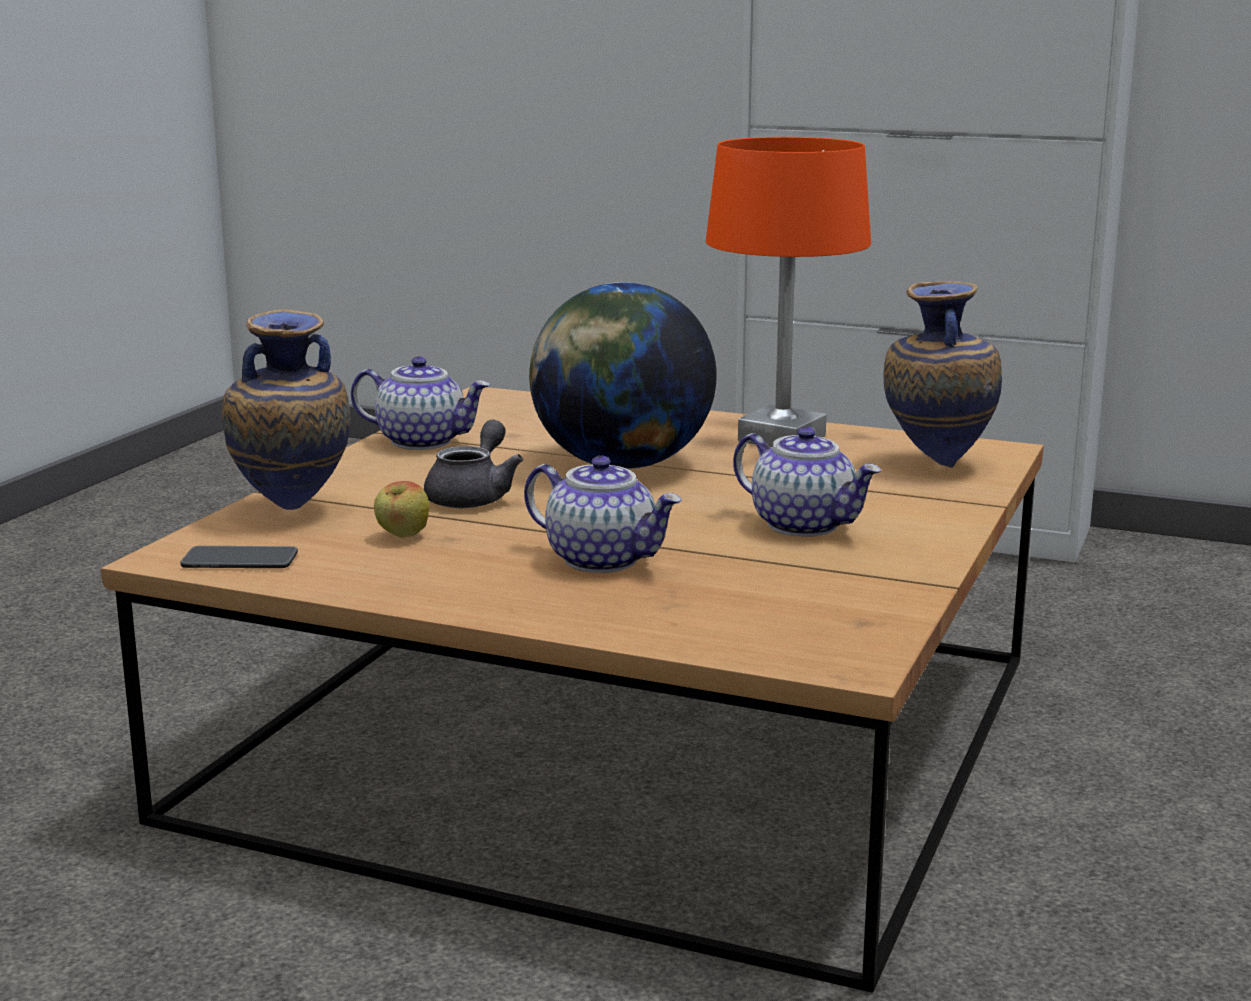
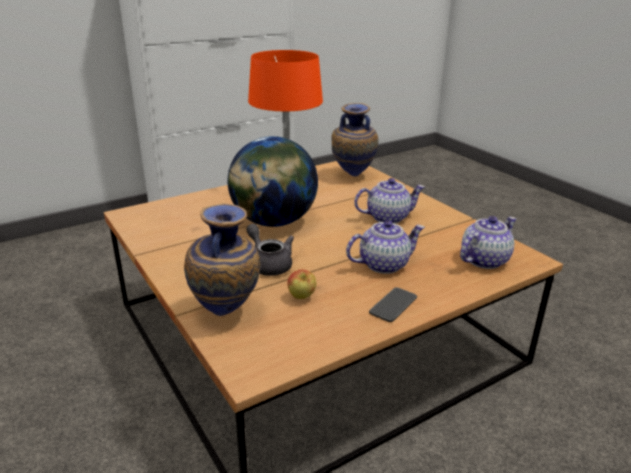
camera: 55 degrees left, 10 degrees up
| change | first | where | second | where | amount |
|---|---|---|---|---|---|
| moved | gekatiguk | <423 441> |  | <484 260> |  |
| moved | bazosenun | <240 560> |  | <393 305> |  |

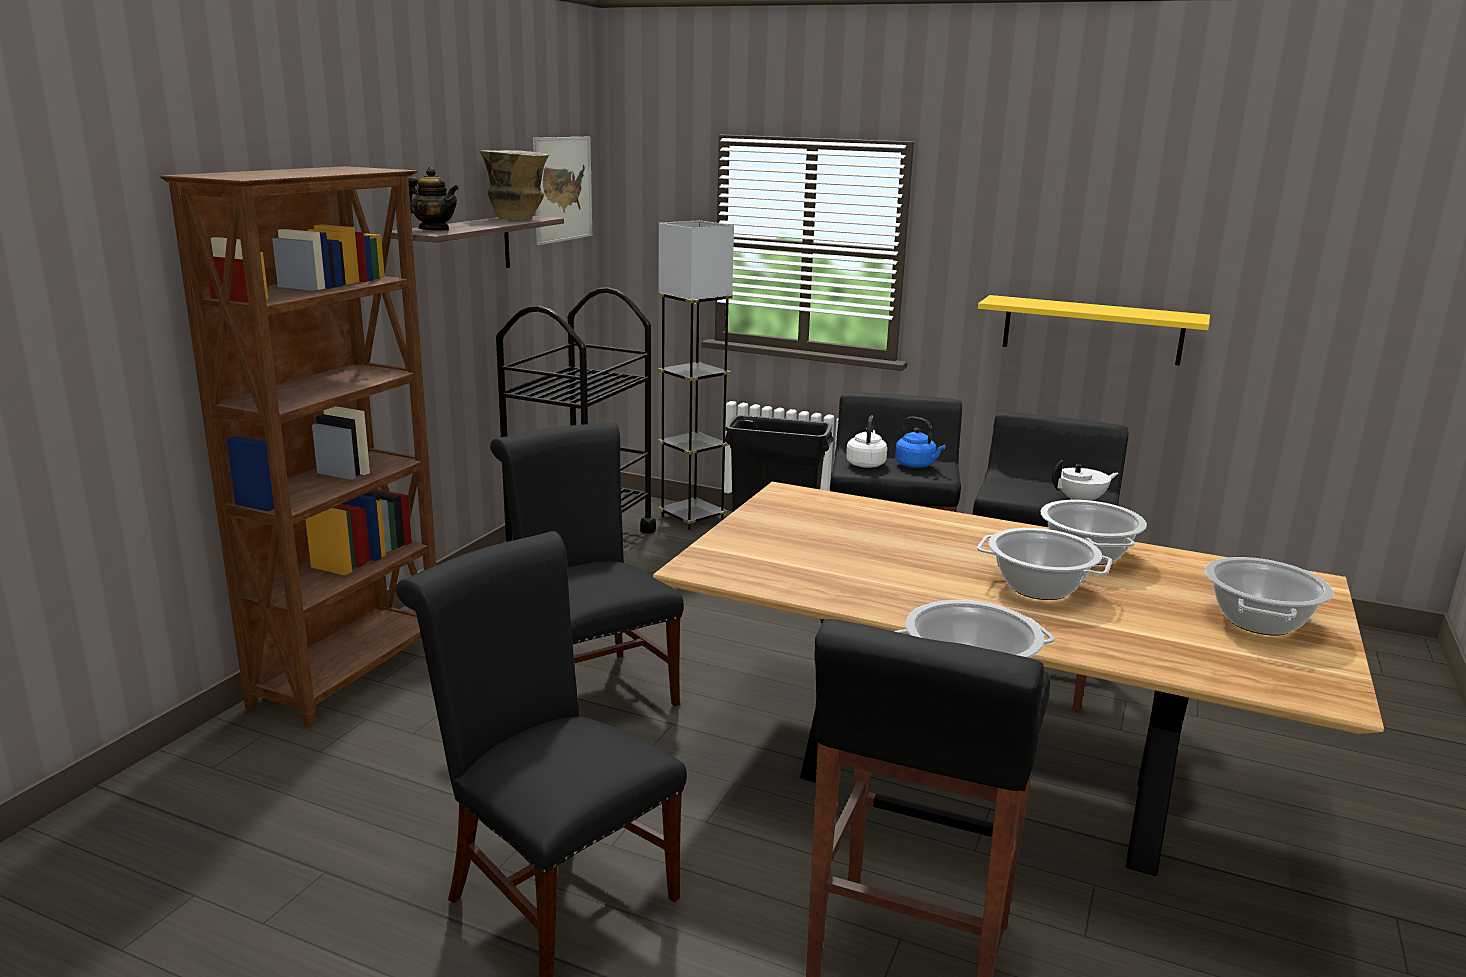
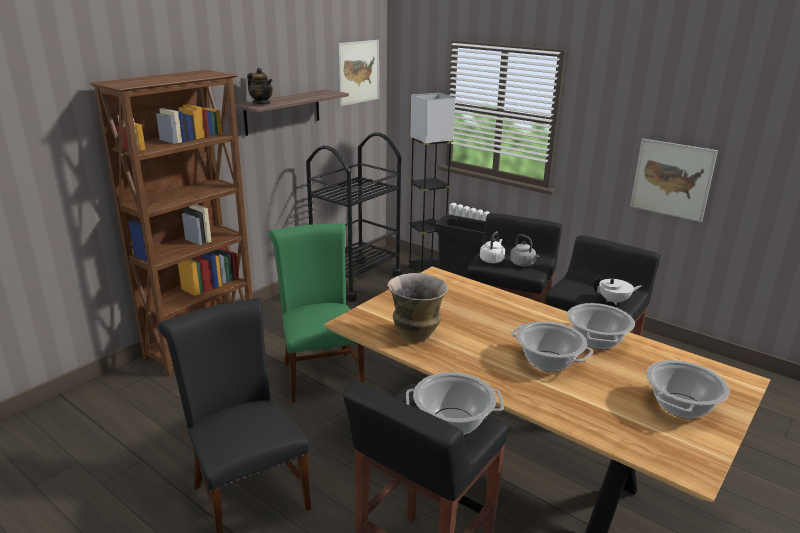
camera: 15 degrees right, 5 degrees up
| change | first | where | second | where | amount |
|---|---|---|---|---|---|
| moved | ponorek | <517 219> |  | <416 335> |  |
| replaced | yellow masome | <1092 330> | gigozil | <672 179> |  |
| recoloured | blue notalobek | <916 465> | grey notalobek | <523 264> |  |
| recoloured | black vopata | <590 688> | green vopata | <320 373> |  |

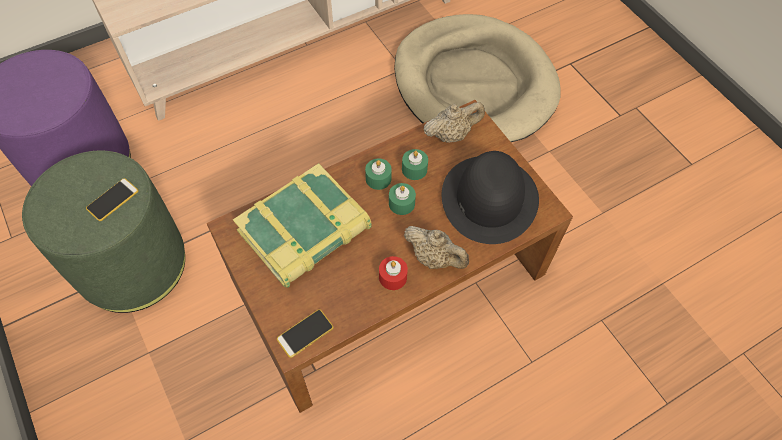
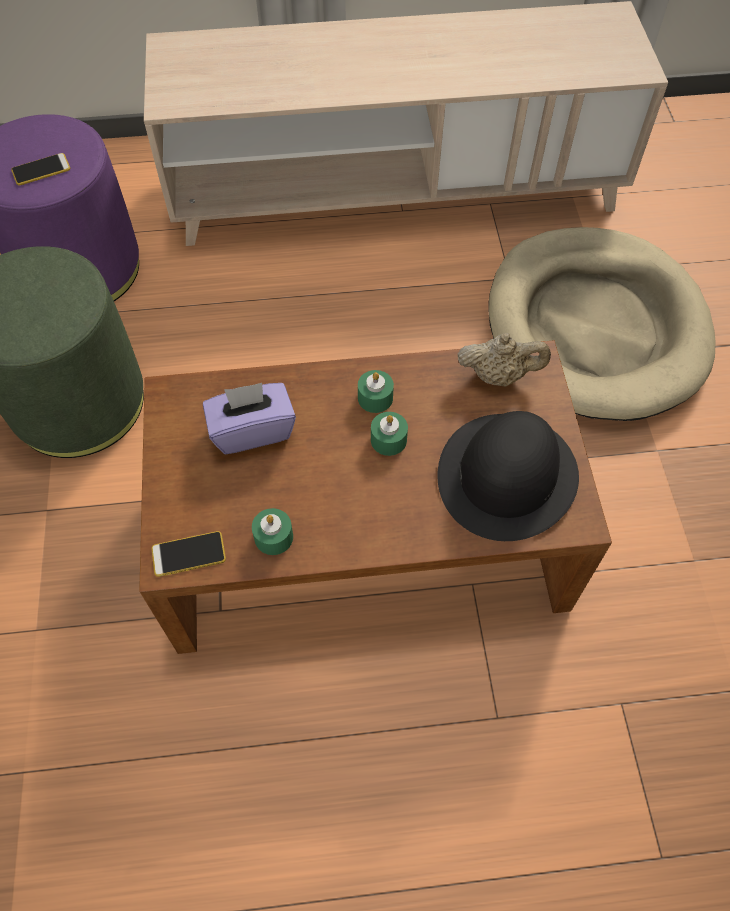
camera: 25 degrees right, 0 degrees up
| change | first | where | second | where | amount |
|---|---|---|---|---|---|
| moved | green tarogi | <414 169> |  | <273 537> |  |
| replaced | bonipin | <305 231> | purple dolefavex | <252 430> |  |
| moved | bazosenun | <112 200> |  | <41 170> |  |
| removed | beige gekatiguk | <434 258> |  |  |  |
| removed | red tarogi | <393 277> |  |  |  |

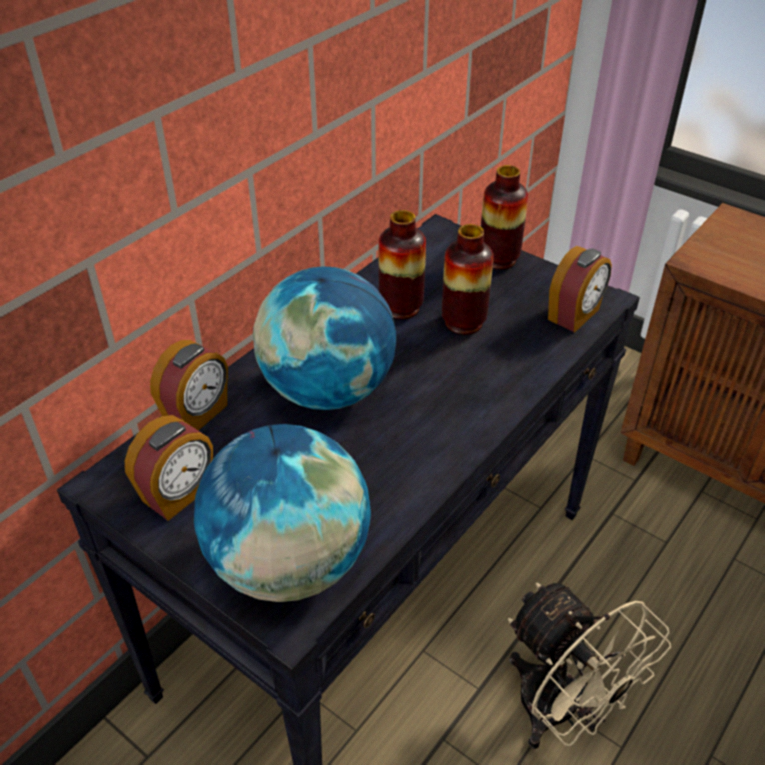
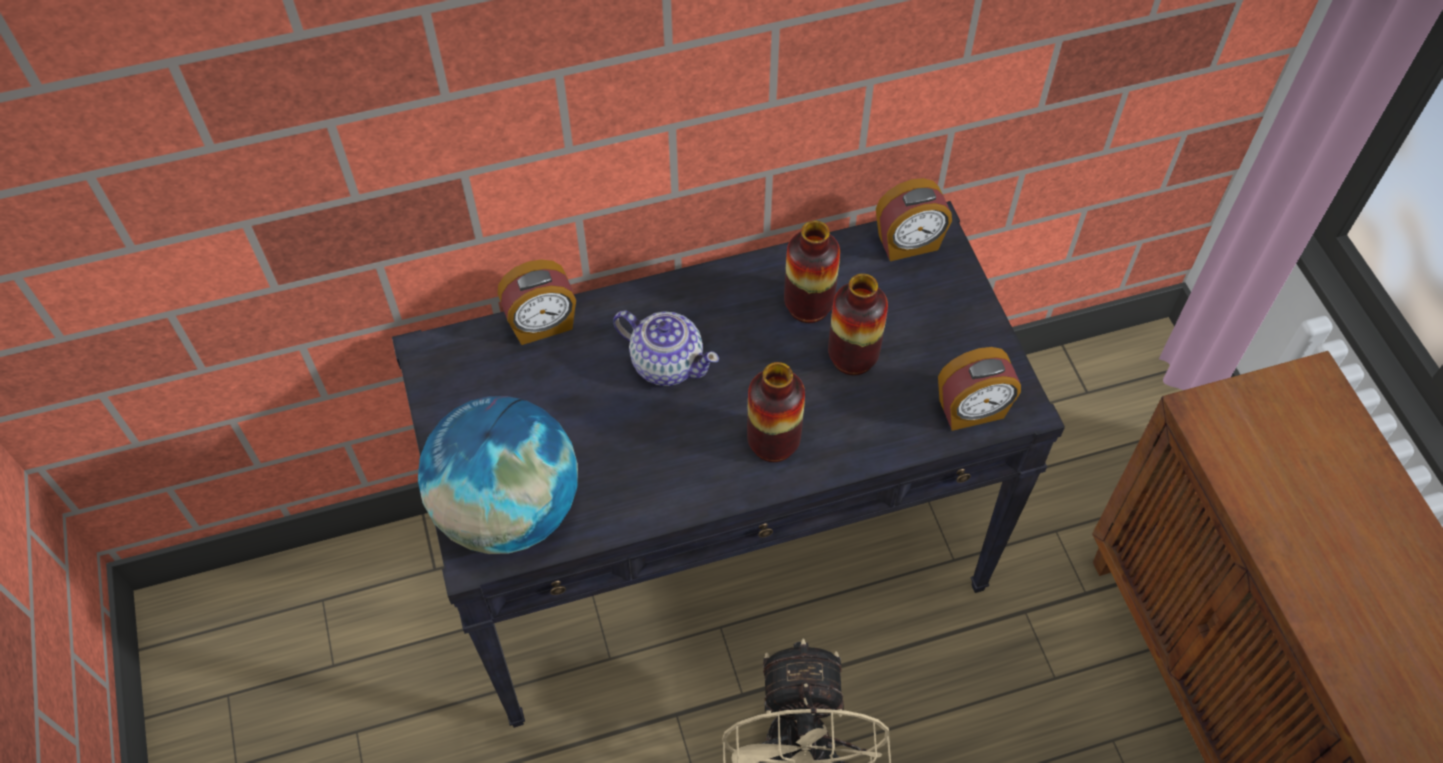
camera: 35 degrees right, 15 degrees up
| change | first | where | second | where | amount |
|---|---|---|---|---|---|
| moved | ponorek | <498 259> |  | <773 443> |  |
| replaced | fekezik | <328 390> | gekatiguk | <666 362> |  |
| moved | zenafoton | <179 494> |  | <908 244> |  |

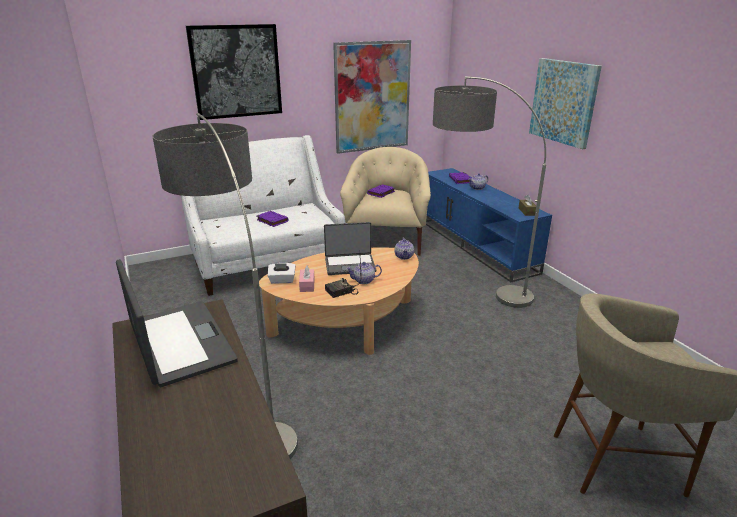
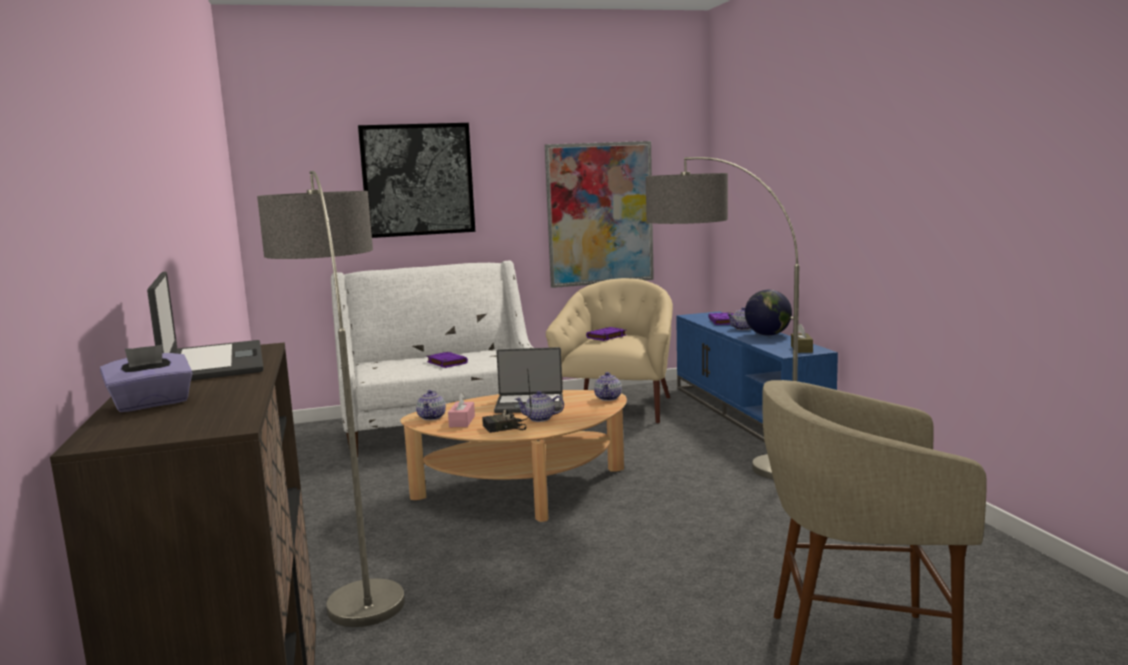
camera: 10 degrees right, 15 degrees down
| change | first | where | second | where | amount |
|---|---|---|---|---|---|
| removed | gigozil | <564 102> |  |  |  |
| replaced | white dolefavex | <282 280> | gekatiguk | <432 417> |  |
| added |  |  | fekezik | <767 335> |  |
| added |  |  | purple dolefavex | <151 403> |  |

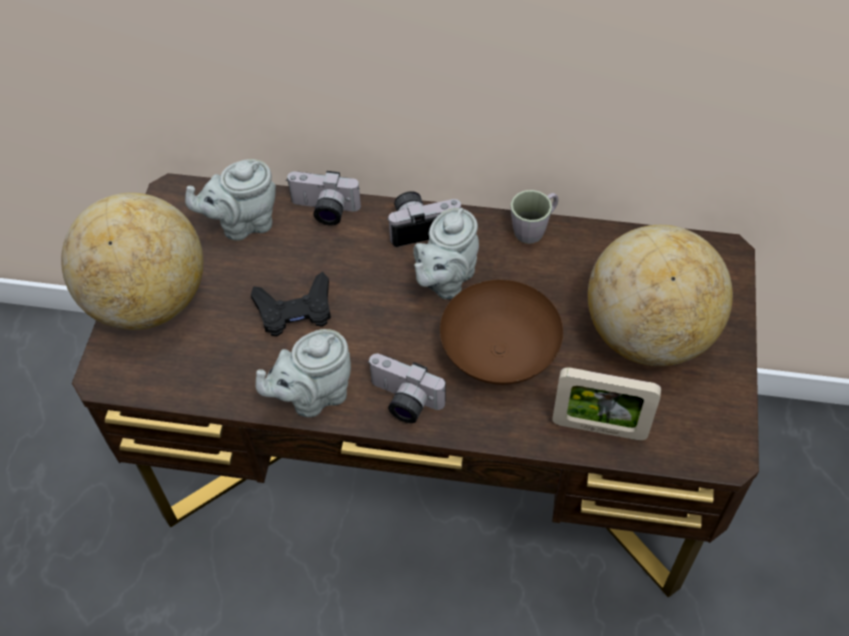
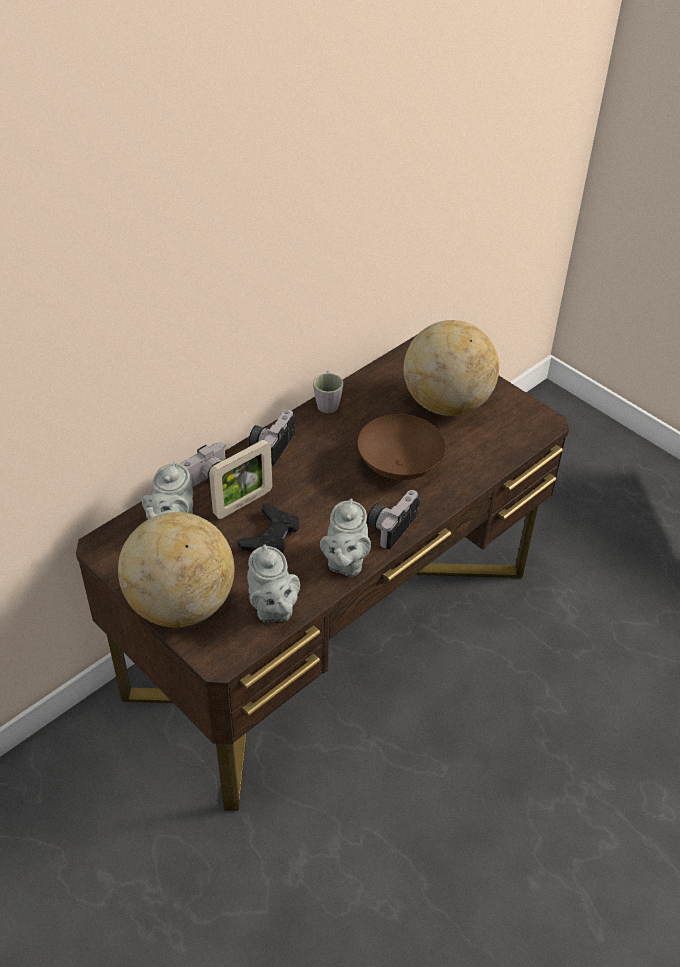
camera: 55 degrees left, 10 degrees down
| change | first | where | second | where | amount |
|---|---|---|---|---|---|
| moved | grey gekatiguk | <446 280> |  | <272 609> |  |
| turned | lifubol | <403 401> |  | <390 525> | 150 degrees clockwise |
| moved | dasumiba | <599 428> |  | <243 503> |  |

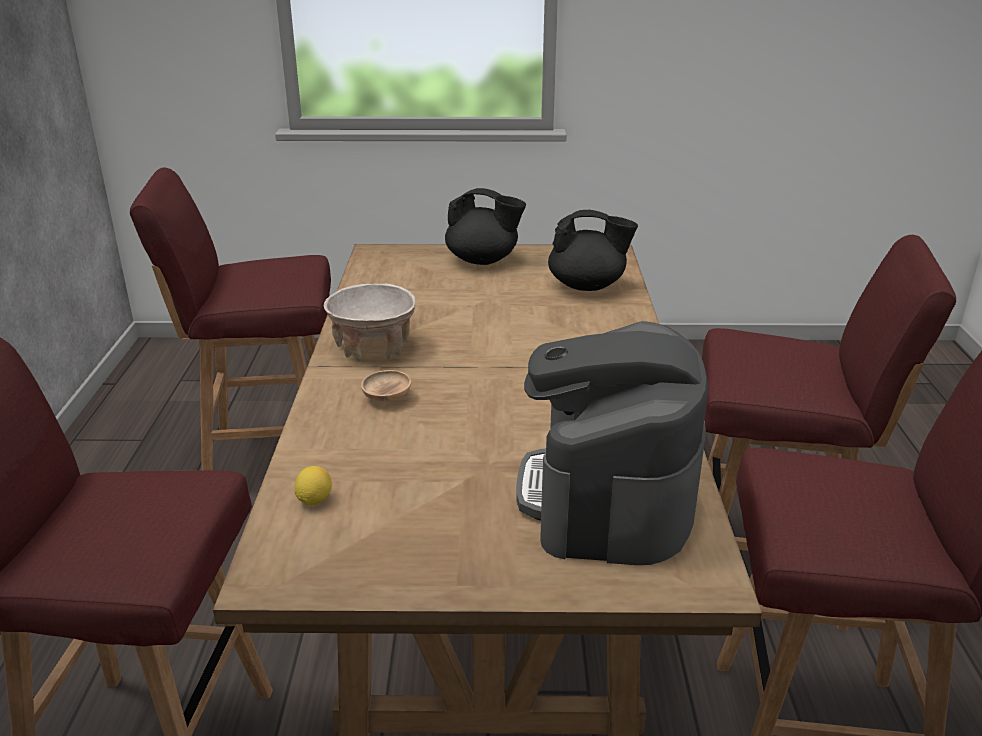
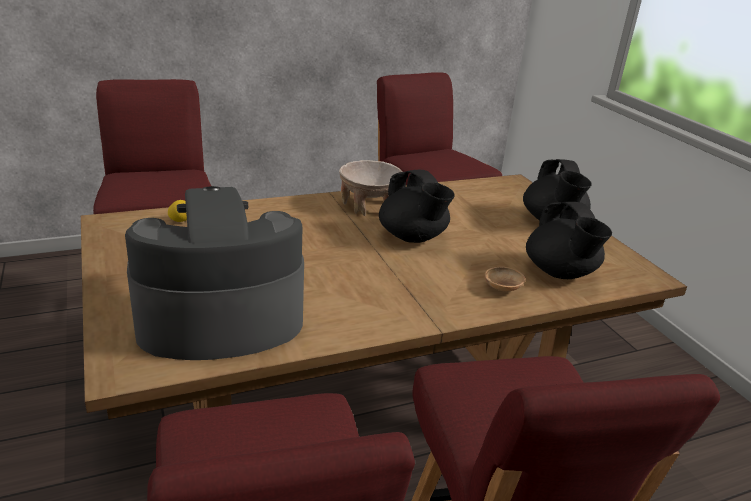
camera: 65 degrees right, 0 degrees up
| change | first | where | second | where | amount |
|---|---|---|---|---|---|
| moved | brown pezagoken | <387 398> |  | <502 288> |  |
| added |  |  | black gekatiguk | <413 237> |  |

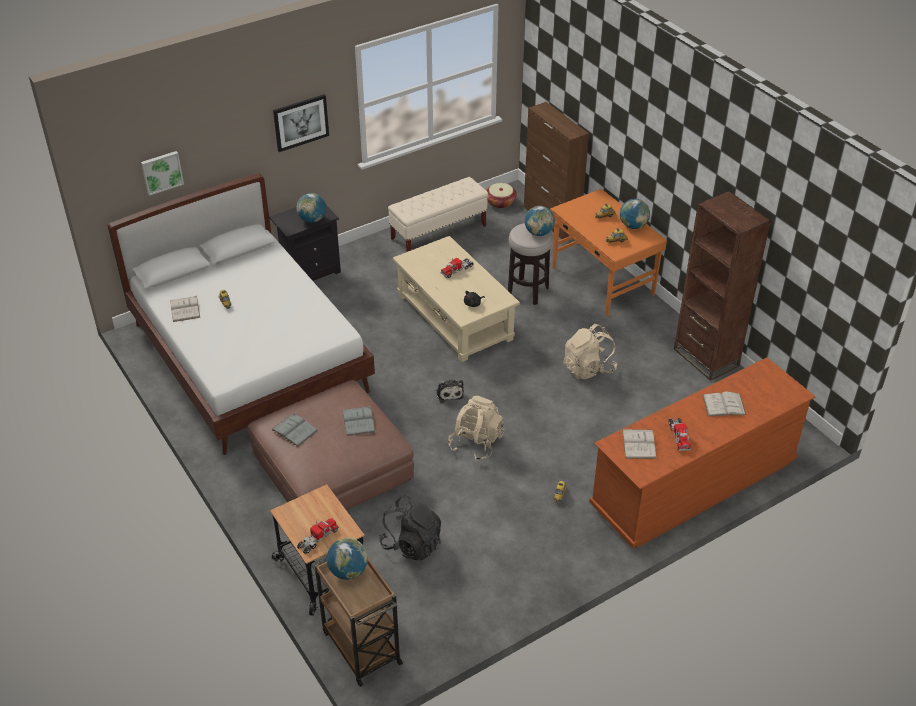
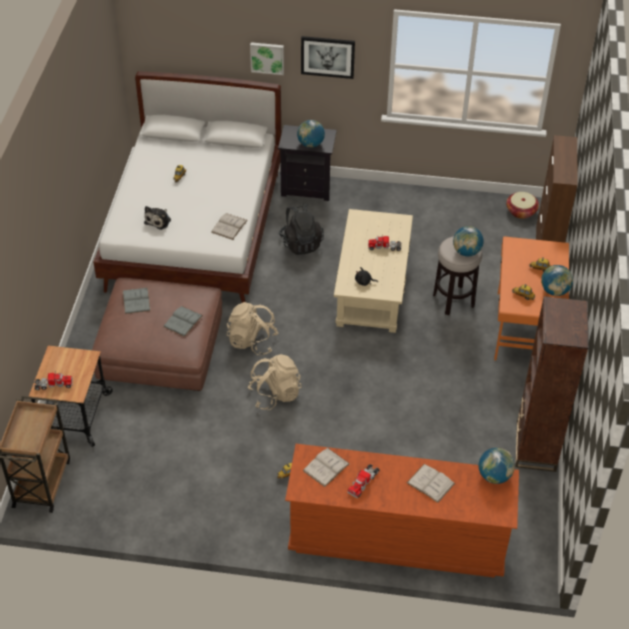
camera: 40 degrees right, 5 degrees up
| change | first | where | second | where | amount |
|---|---|---|---|---|---|
| moved | gigozil | <161 172> |  | <267 57> |  |
| removed | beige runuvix | <439 232> |  |  |  |
| moved | white bonipin | <185 309> |  | <229 226> |  |
| moved | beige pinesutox | <588 368> |  | <252 342> |  |
| moved | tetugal | <449 393> |  | <159 220> |  |
| moved | black pinesutox | <411 544> |  | <301 243> |  |
| moved | fekezik | <348 571> |  | <494 476> |  |

